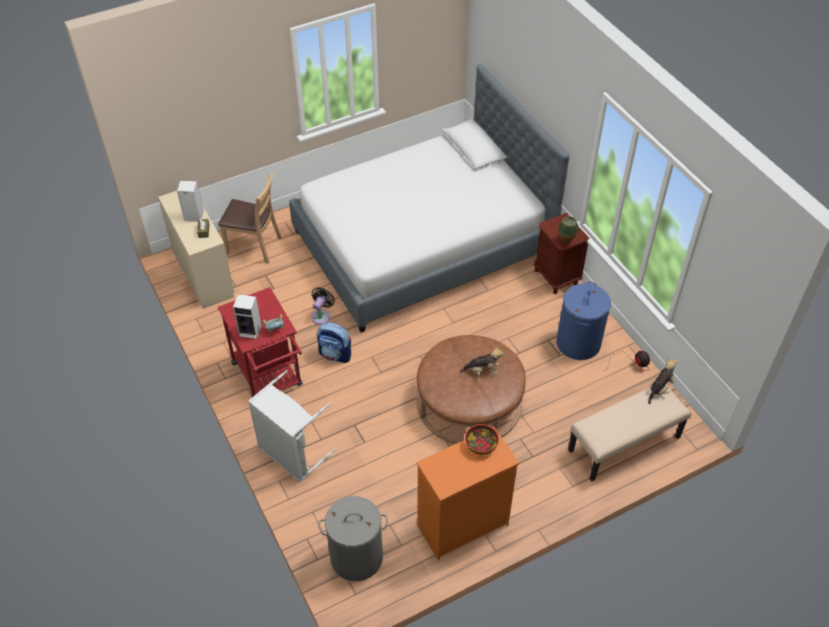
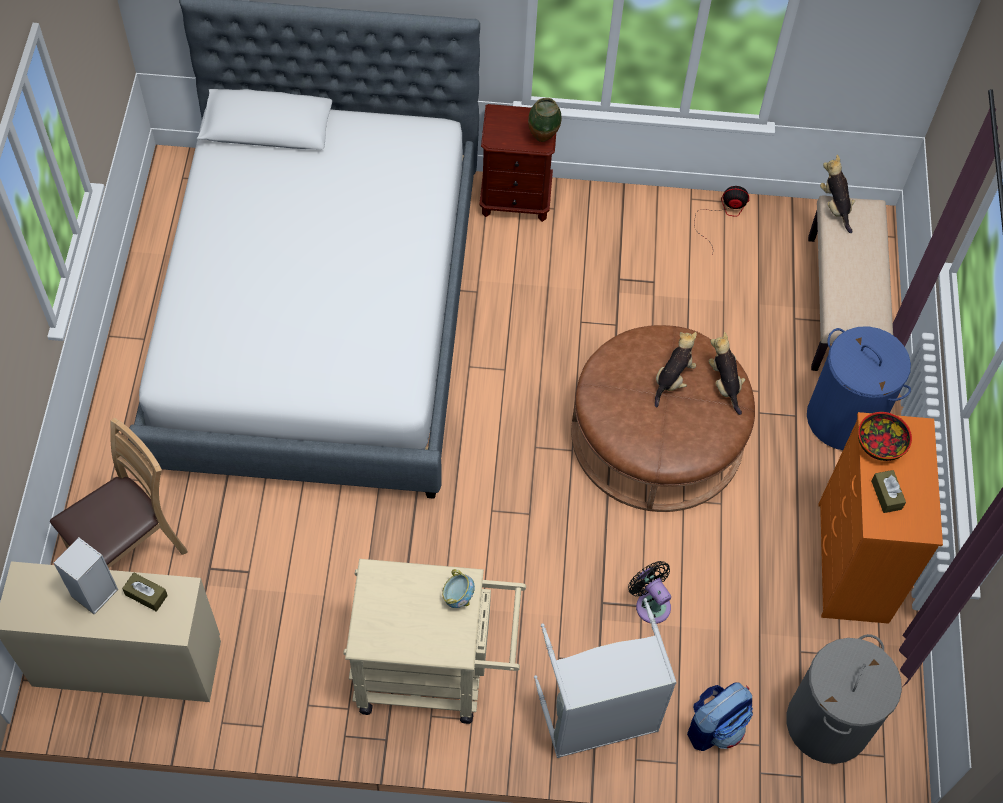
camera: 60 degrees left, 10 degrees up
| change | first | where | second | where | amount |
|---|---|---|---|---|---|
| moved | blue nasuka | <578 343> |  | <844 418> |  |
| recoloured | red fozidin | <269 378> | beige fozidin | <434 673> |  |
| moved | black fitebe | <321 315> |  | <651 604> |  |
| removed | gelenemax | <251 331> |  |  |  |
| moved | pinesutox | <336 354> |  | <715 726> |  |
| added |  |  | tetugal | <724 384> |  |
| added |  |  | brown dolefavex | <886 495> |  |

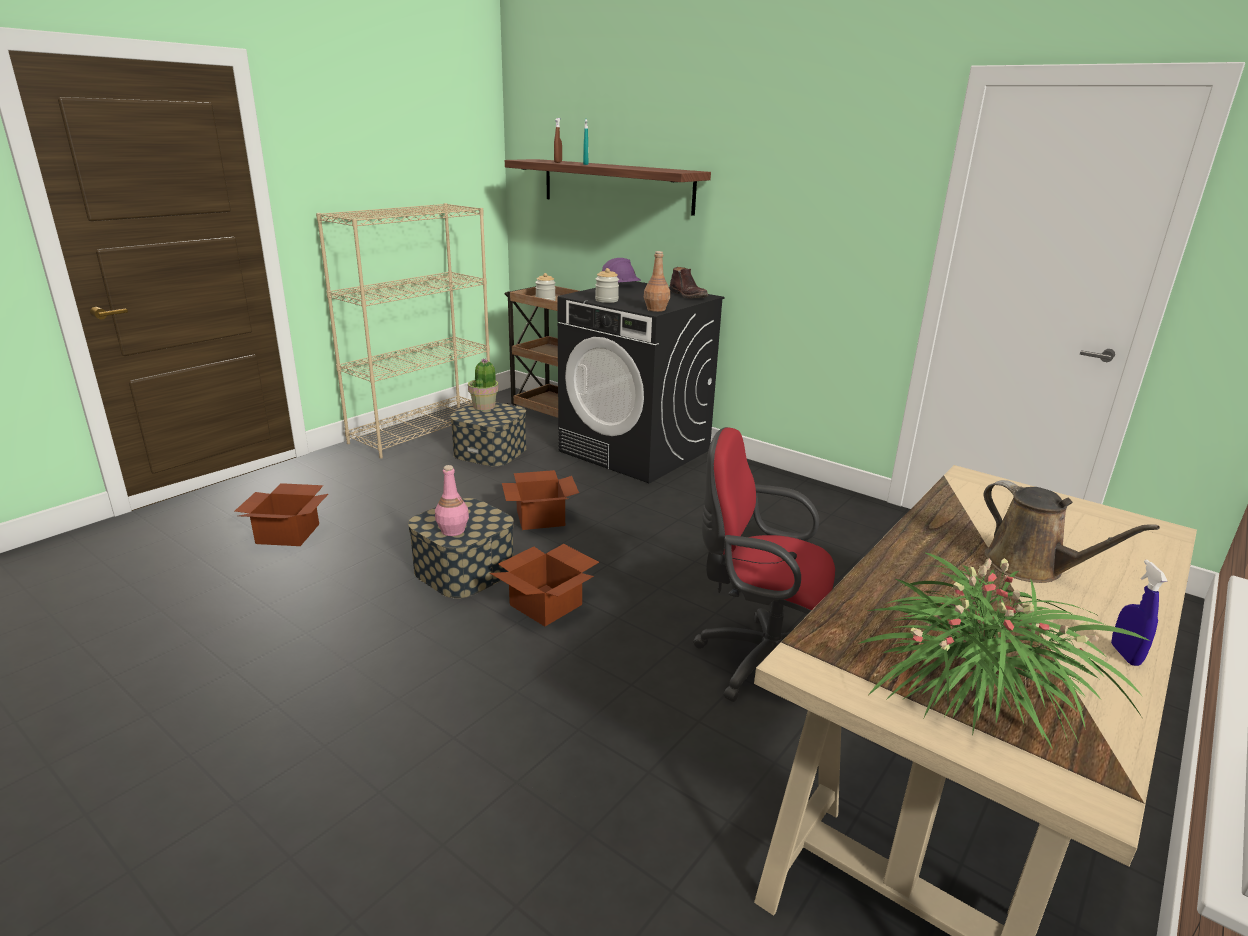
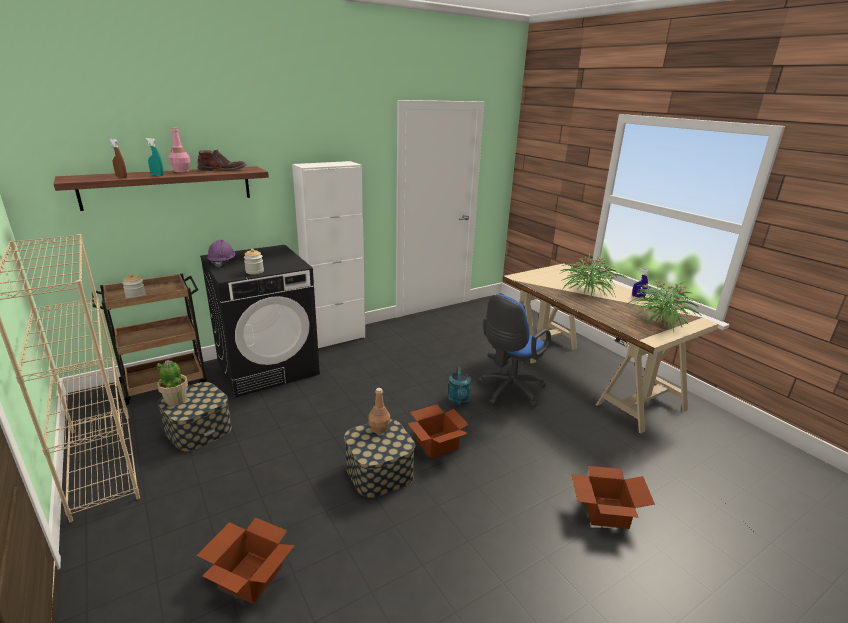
camera: 70 degrees left, 0 degrees up
| change | first | where | second | where | amount |
|---|---|---|---|---|---|
| moved | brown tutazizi | <656 309> |  | <379 429> |  |
| moved | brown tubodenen | <688 295> |  | <223 170> |  |
| recoloured | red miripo | <759 661> | blue miripo | <509 391> |  |
| moved | pink tutazizi | <453 531> |  | <181 171> |  |
| moved | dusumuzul | <541 517> |  | <604 511> |  |
| replaced | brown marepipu | <1030 567> | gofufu | <587 291> |  |
| added |  |  | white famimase | <335 338> |  |
| added |  |  | turquoise marepipu | <459 402> |  |

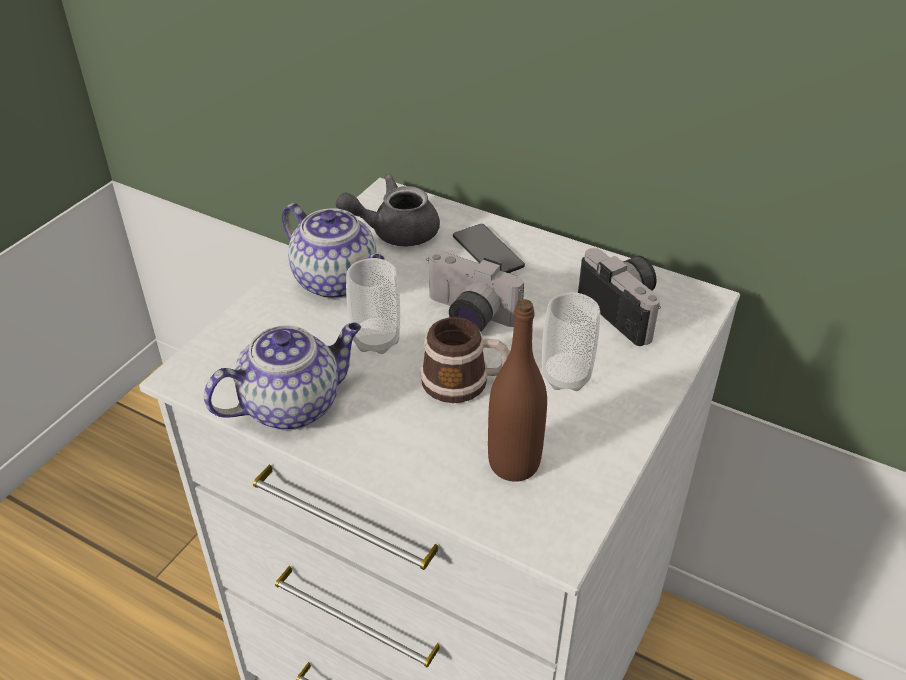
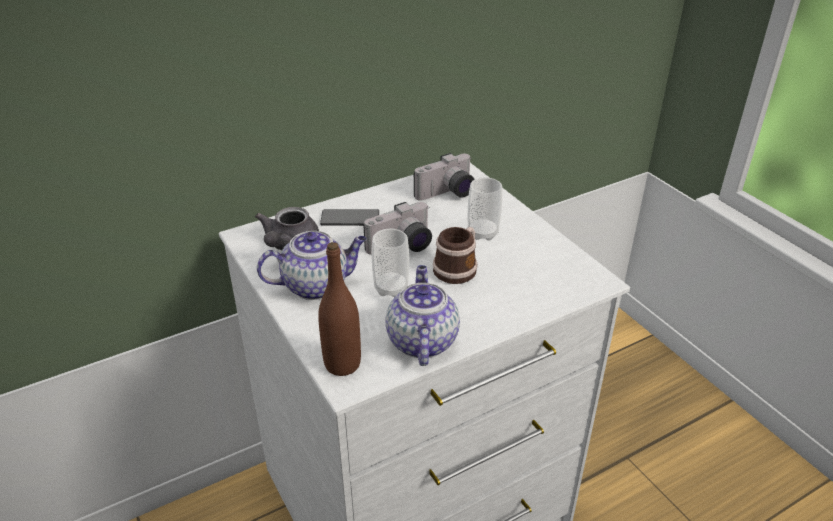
camera: 60 degrees left, 5 degrees down
| change | first | where | second | where | amount |
|---|---|---|---|---|---|
| turned | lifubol | <627 309> |  | <447 194> | 150 degrees clockwise |
| moved | brown tutazizi | <514 463> |  | <342 364> |  |

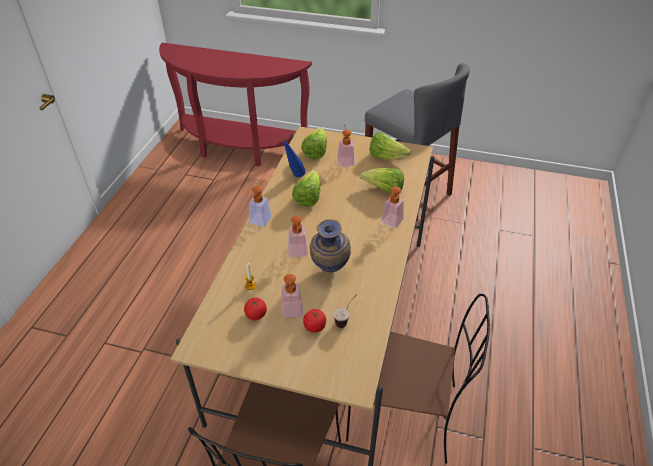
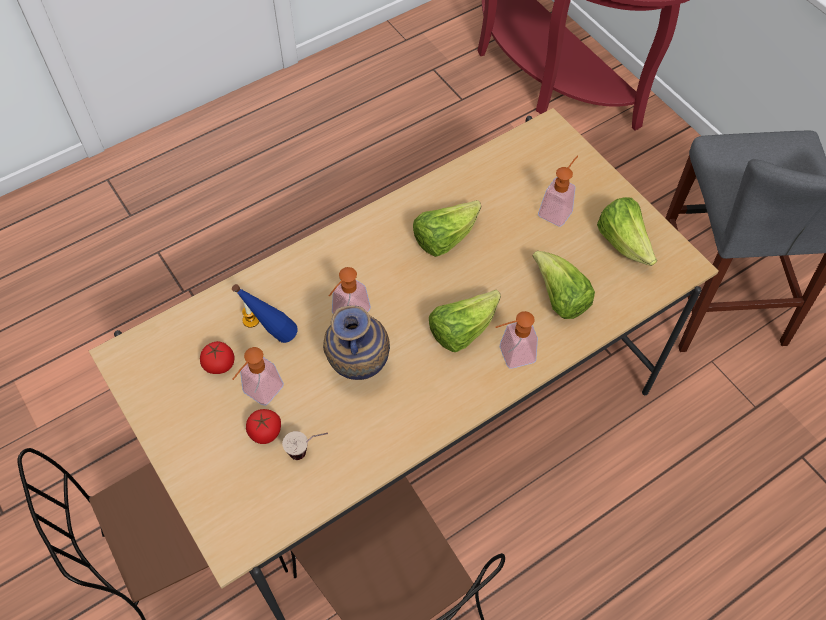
camera: 40 degrees right, 15 degrees up
| change | first | where | second | where | amount |
|---|---|---|---|---|---|
| moved | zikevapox | <315 152> |  | <462 330> |  |
| moved | blue tutazizi | <294 177> |  | <272 336> |  |
| removed | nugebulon | <262 217> |  |  |  |

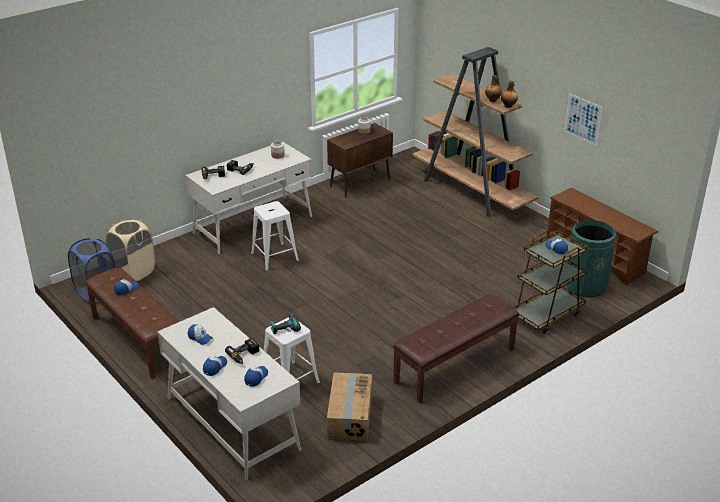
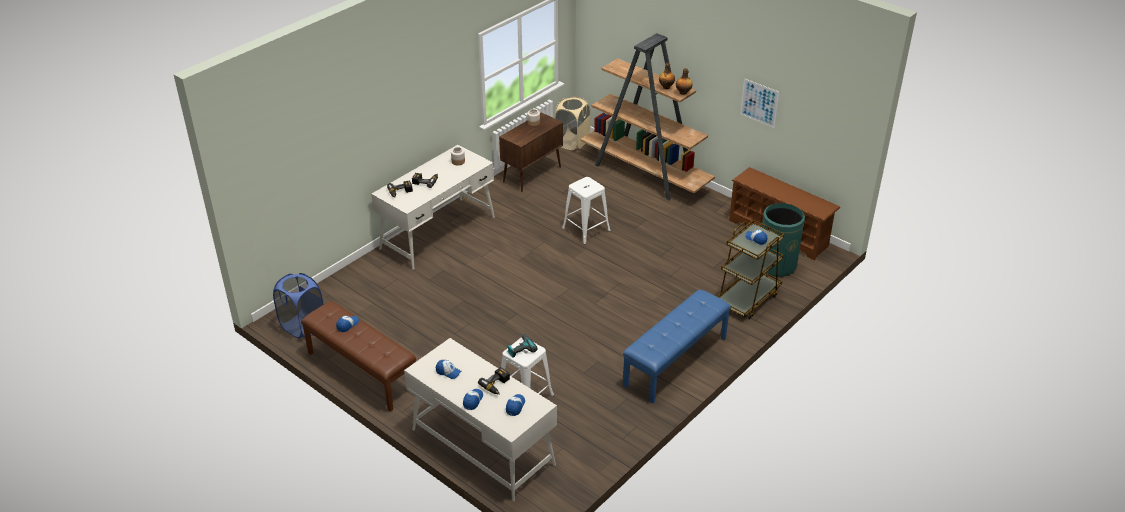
camera: 10 degrees left, 5 degrees up
| change | first | where | second | where | amount |
|---|---|---|---|---|---|
| moved | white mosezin | <274 257> |  | <586 229> |  |
| moved | beige nasuka | <134 272> |  | <572 142> |  |
| recoloured | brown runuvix | <455 366> | blue runuvix | <676 362> |  |
| removed | dusumuzul | <349 416> |  |  |  |

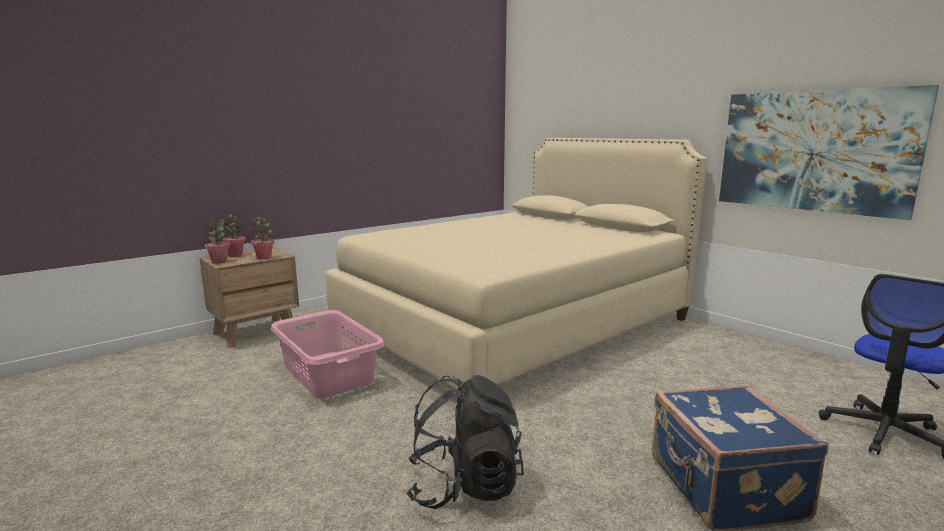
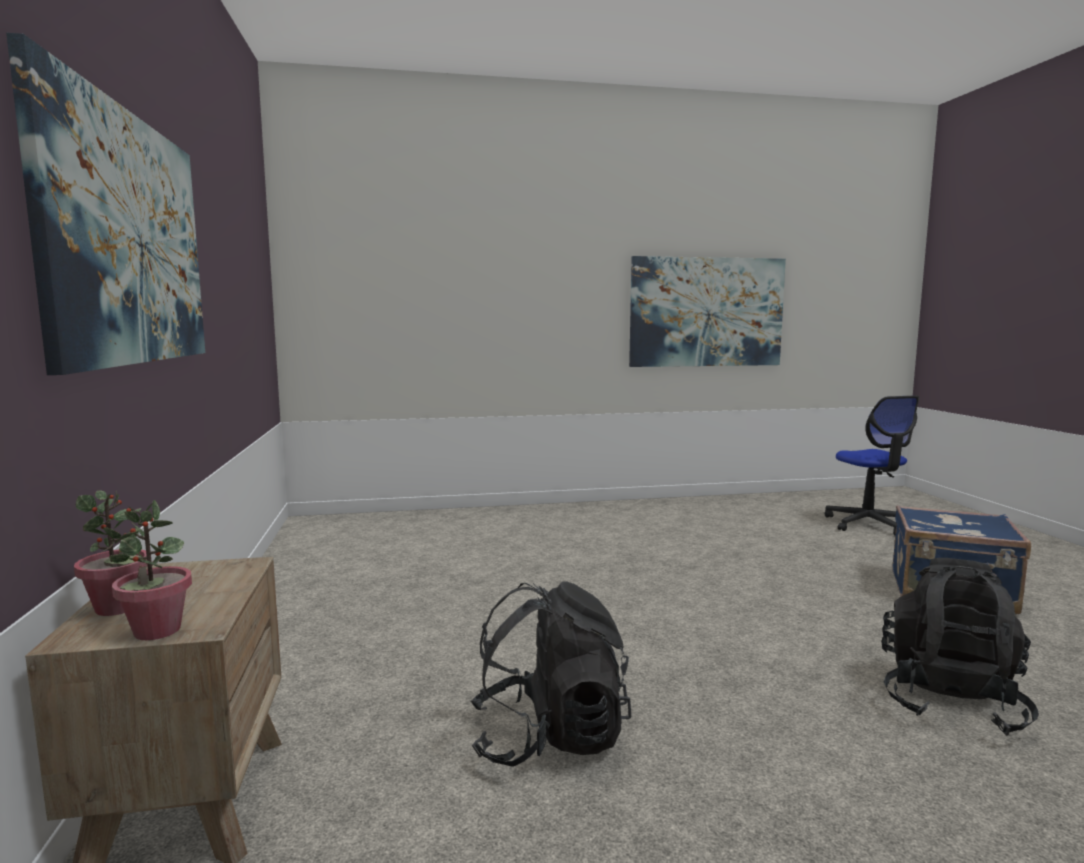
camera: 60 degrees left, 5 degrees down
| change | first | where | second | where | amount |
|---|---|---|---|---|---|
| removed | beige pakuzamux | <514 324> |  |  |  |
| removed | gofufu | <264 257> |  |  |  |
| replaced | pink nasuka | <328 373> | black pinesutox | <549 737> |  |
| added |  |  | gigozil | <128 239> |  |

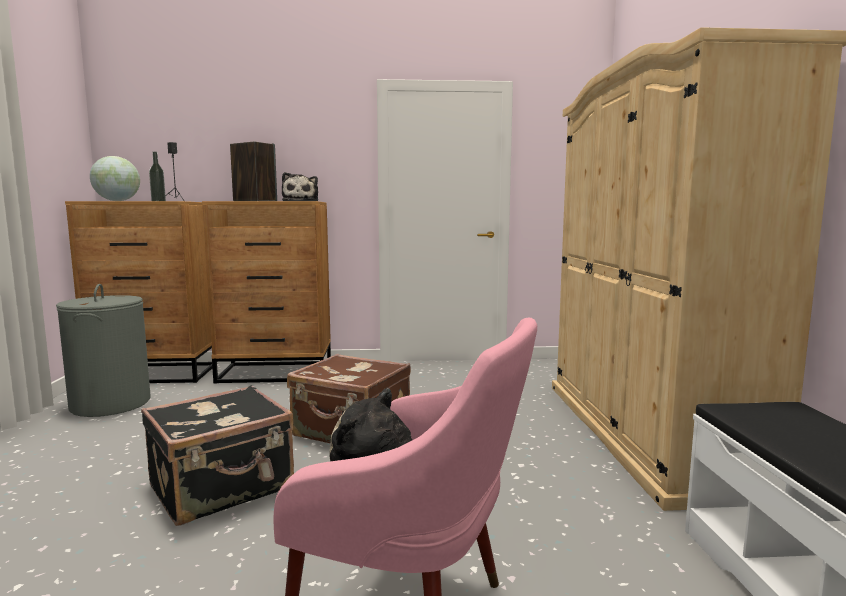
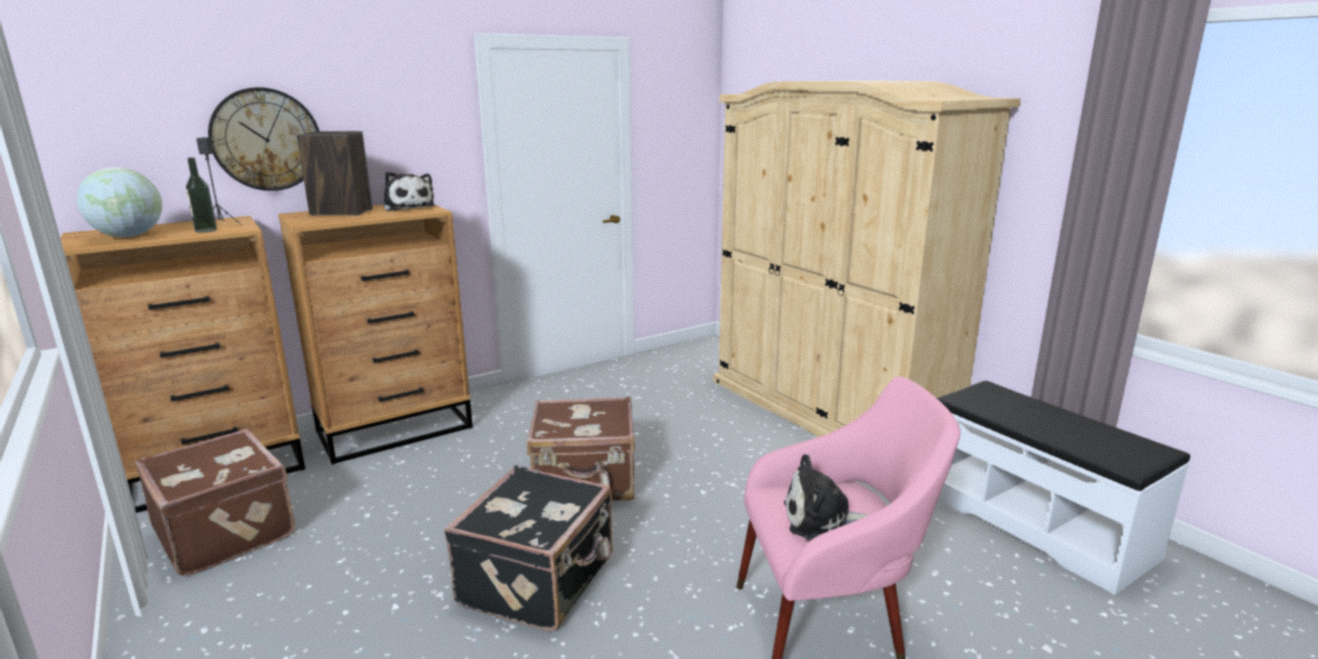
camera: 30 degrees left, 10 degrees up
| change | first | where | second | where | amount |
|---|---|---|---|---|---|
| replaced | grey nasuka | <110 404> | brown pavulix | <227 531> |  |
| added |  |  | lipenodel | <266 139> |  |

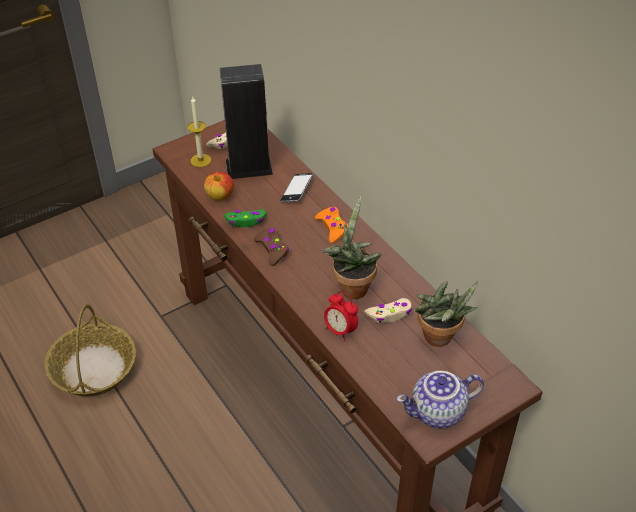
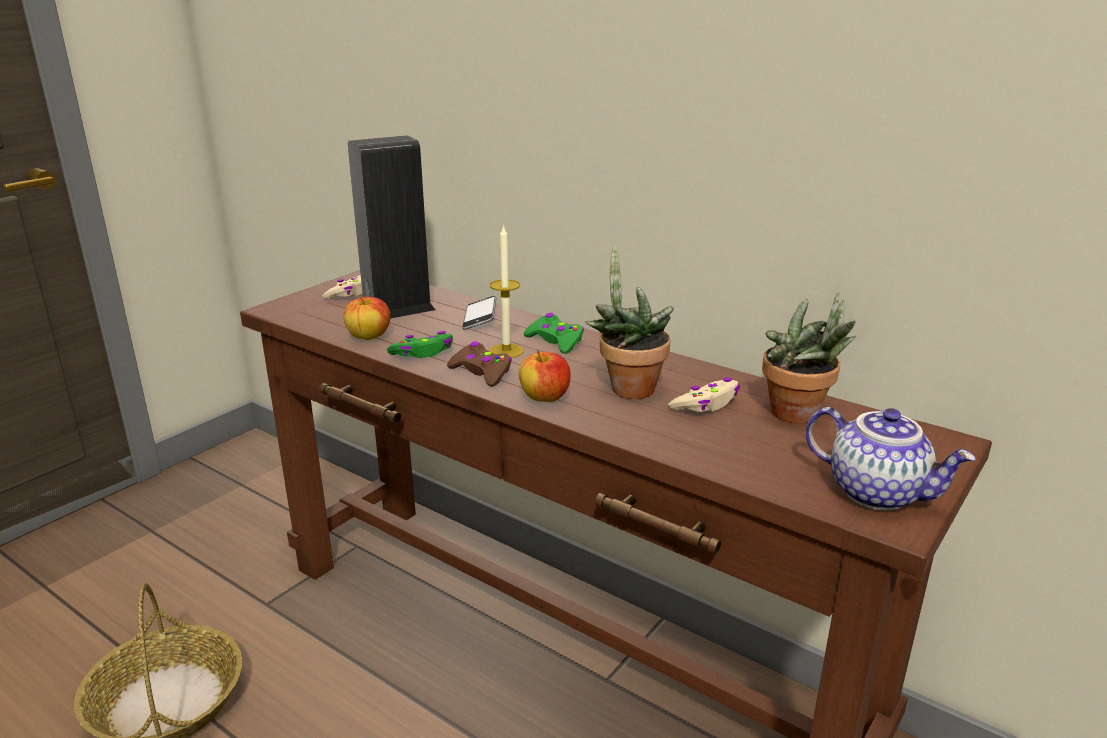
camera: 20 degrees left, 20 degrees down
| change | first | where | second | where | amount |
|---|---|---|---|---|---|
| moved | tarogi | <200 160> |  | <506 351> |  |
| recoloured | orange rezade | <332 228> | green rezade | <555 341> |  |
| removed | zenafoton | <340 331> |  |  |  |
| turned | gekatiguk | <438 413> |  | <878 492> | 105 degrees counterclockwise |
| added |  |  | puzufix | <544 398> |  |

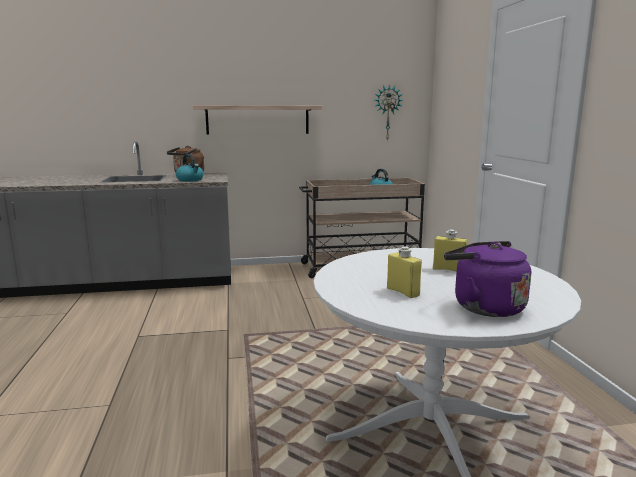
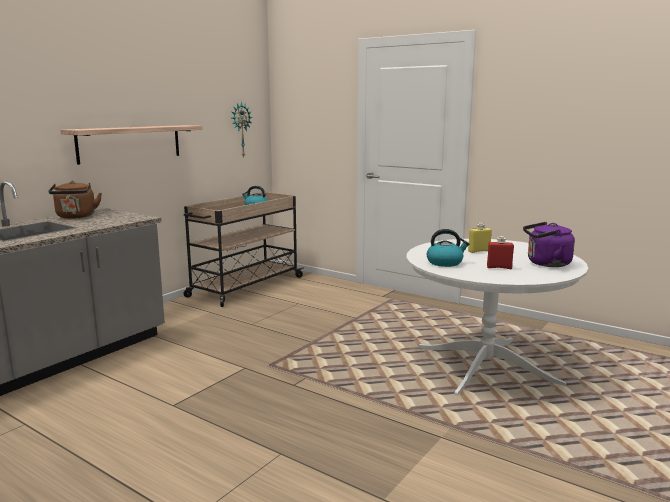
camera: 45 degrees left, 0 degrees up
| change | first | where | second | where | amount |
|---|---|---|---|---|---|
| moved | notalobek | <190 180> |  | <445 262> |  |
| recoloured | yellow tutazizi | <403 292> | red tutazizi | <499 267> |  |

